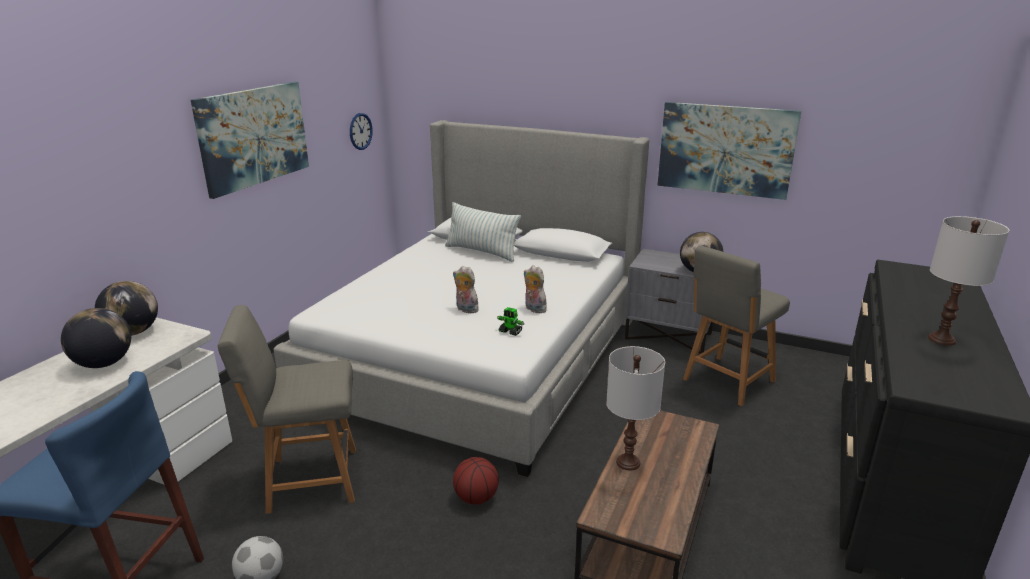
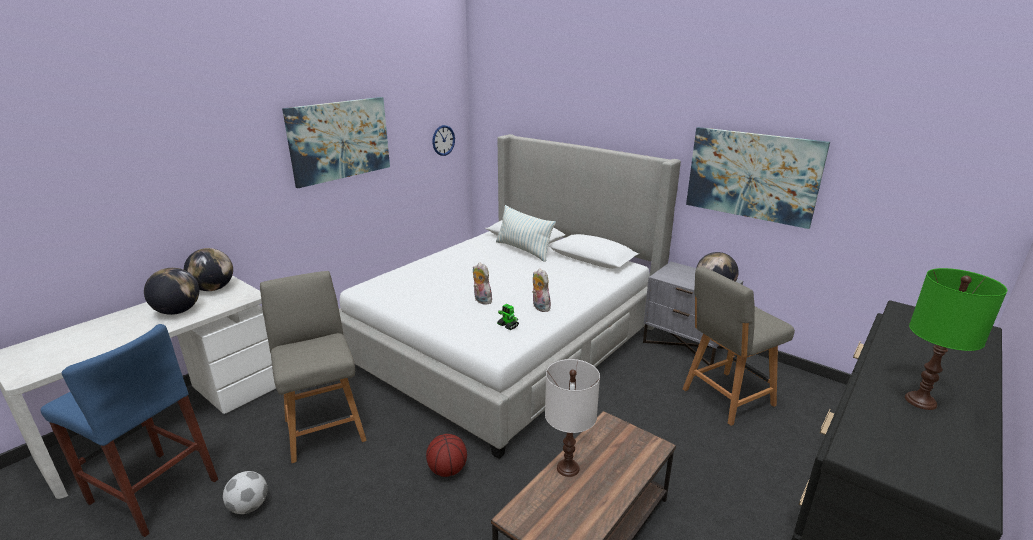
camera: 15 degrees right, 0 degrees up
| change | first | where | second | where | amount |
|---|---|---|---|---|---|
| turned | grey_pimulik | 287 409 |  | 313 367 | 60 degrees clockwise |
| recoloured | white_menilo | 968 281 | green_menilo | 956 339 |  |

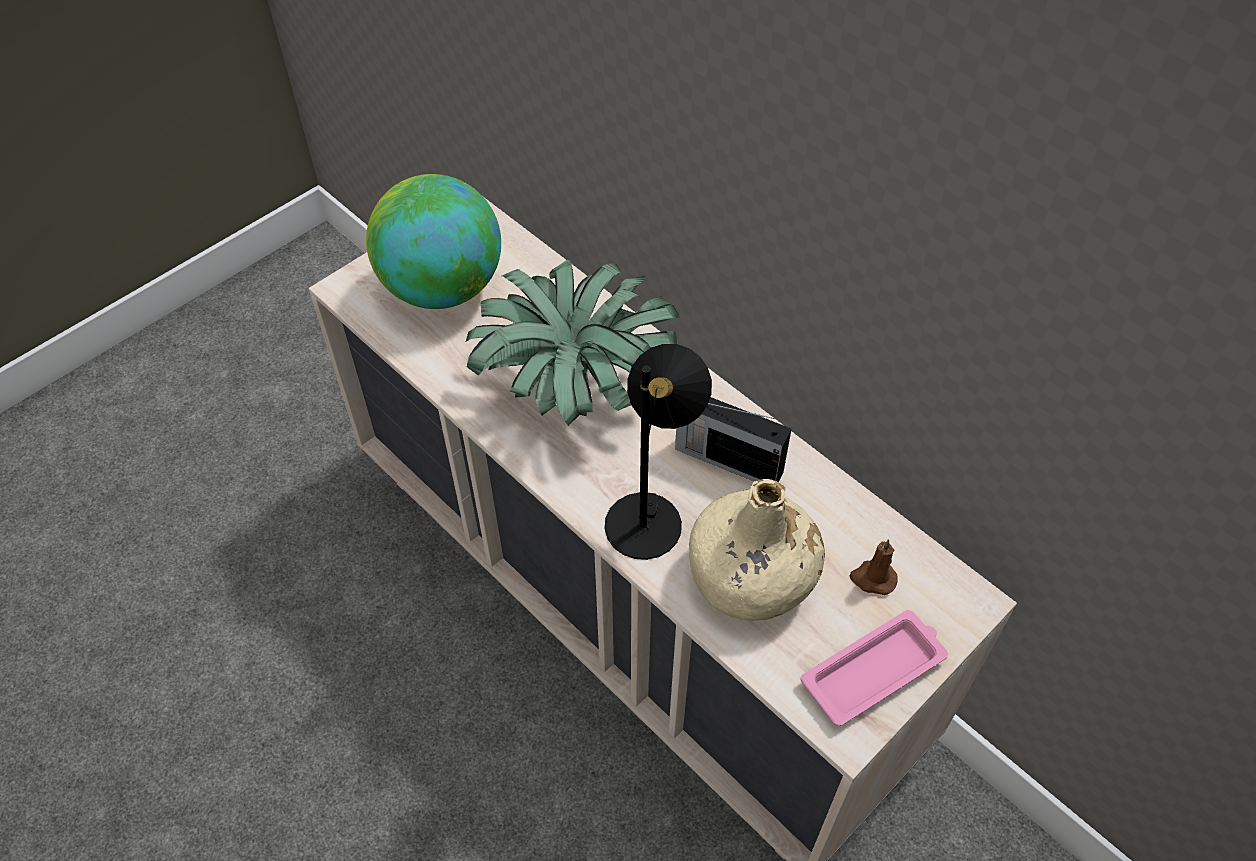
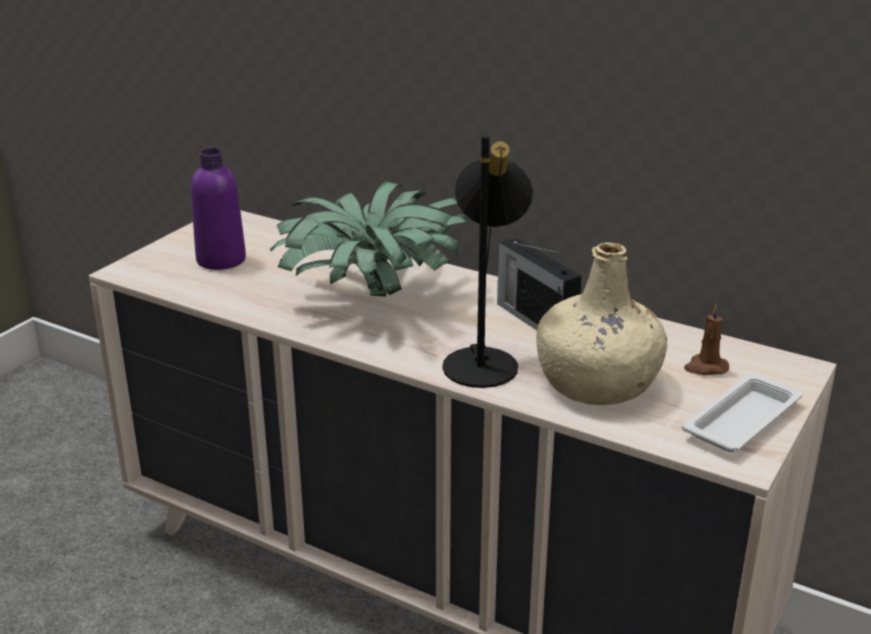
camera: 15 degrees left, 25 degrees down
| change | first | where | second | where | amount |
|---|---|---|---|---|---|
| replaced | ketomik | 433 241 | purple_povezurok | 218 209 |  |
| turned | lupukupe | 733 439 |  | 539 284 | 45 degrees clockwise |
| recoloured | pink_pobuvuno | 874 668 | white_pobuvuno | 742 412 |  |

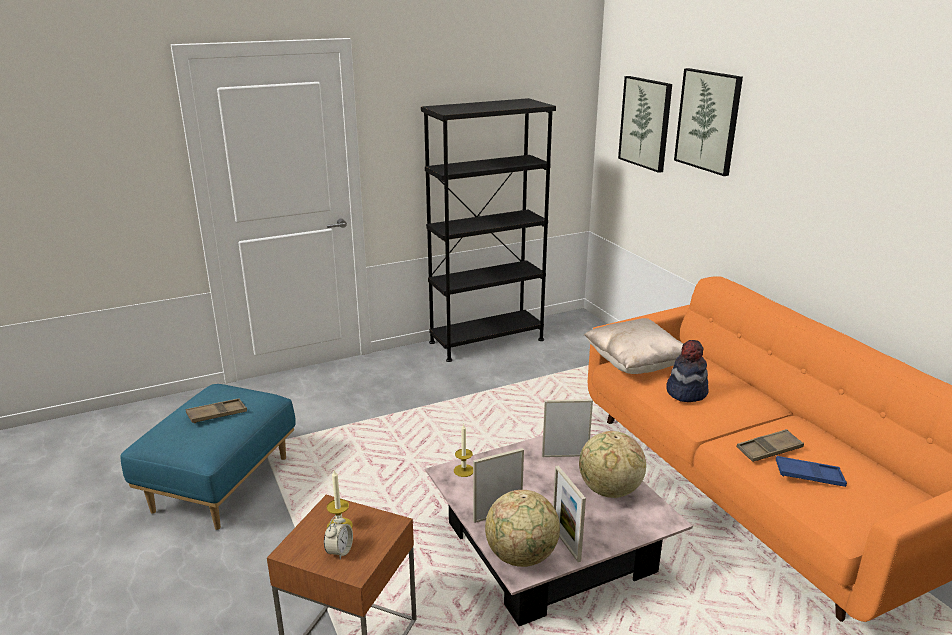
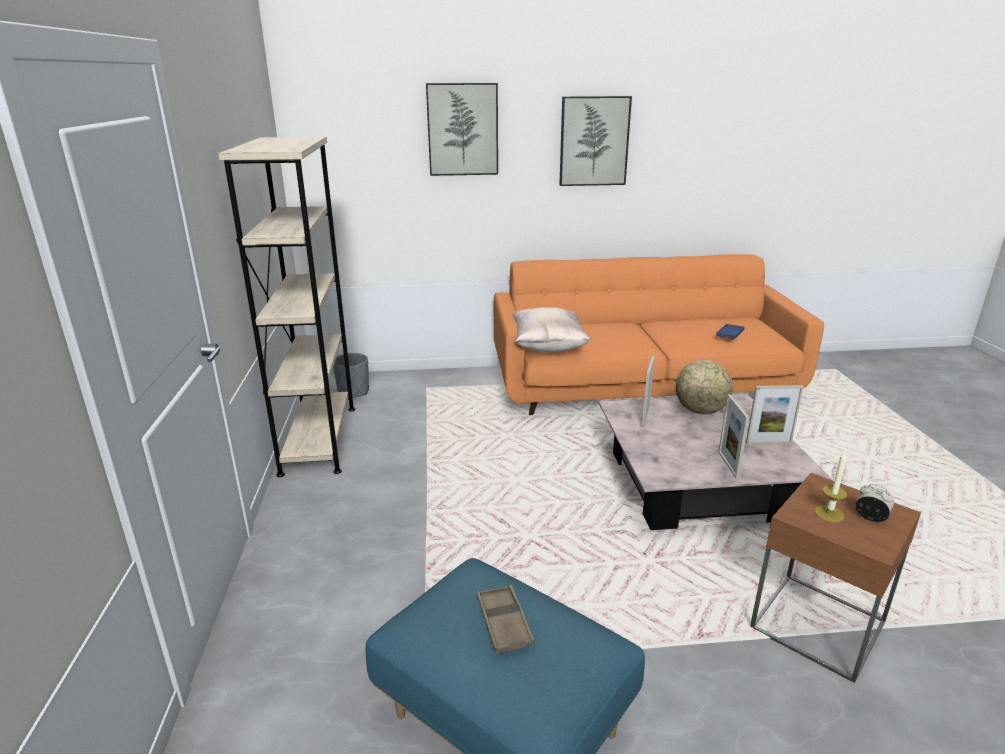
camera: 70 degrees left, 0 degrees up
| change | first | where | second | where | amount |
|---|---|---|---|---|---|
| recoloured | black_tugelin | 488 230 | beige_tugelin | 286 307 |  |
| removed | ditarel | 463 450 |  |  |  |
| removed | ketomik | 522 528 |  |  |  |
| moved | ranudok | 645 124 |  | 595 141 |  |
| removed | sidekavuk | 687 371 |  |  |  |
| removed | brown_pobuvuno | 770 445 |  |  |  |
| added |  |  | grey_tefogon | 351 375 |  |

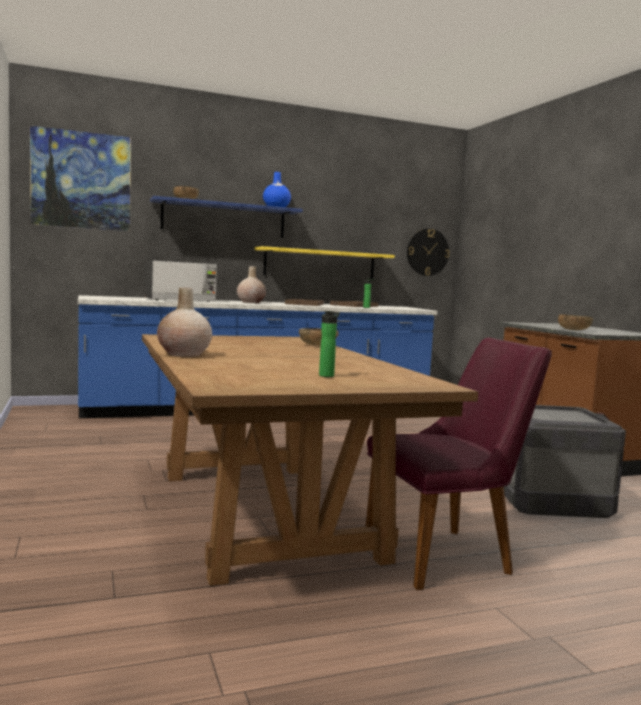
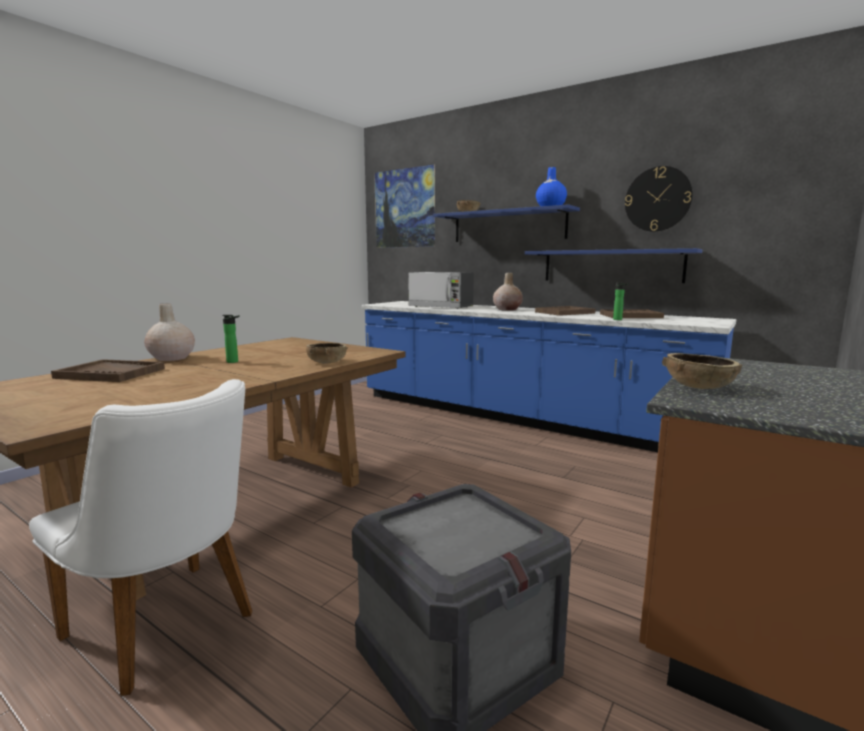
camera: 55 degrees right, 5 degrees up
| change | first | where | second | where | amount |
|---|---|---|---|---|---|
| recoloured | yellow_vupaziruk | 325 262 | blue_vupaziruk | 614 265 |  |
| moved | povezurok | 329 344 |  | 231 339 |  |
| recoloured | purple_pimulik | 459 464 | white_pimulik | 140 537 |  |
| moved | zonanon | 428 252 |  | 659 199 |  |
| added |  |  | brown_pobuvuno | 108 370 |  |

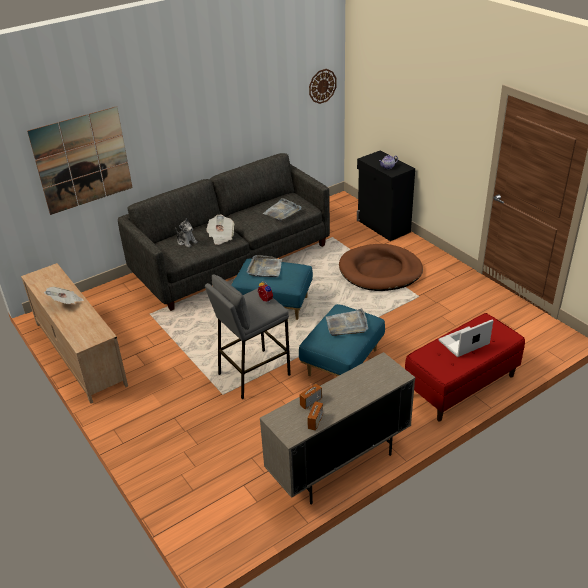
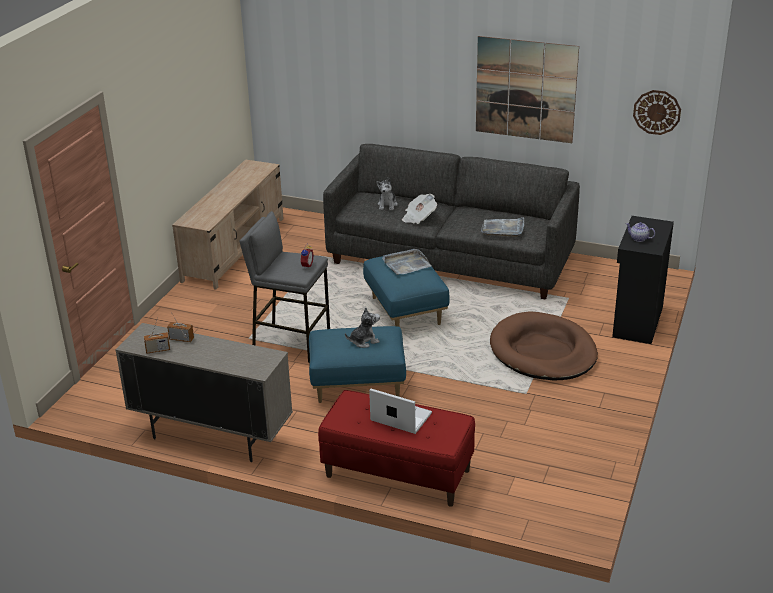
camera: 55 degrees right, 5 degrees down
| change | first | where | second | where | amount |
|---|---|---|---|---|---|
| moved | ranudok | 80 160 |  | 527 89 |  |
| removed | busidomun | 64 295 |  |  |  |
| replaced | grey_pobuvuno | 347 322 | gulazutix | 362 327 |  |

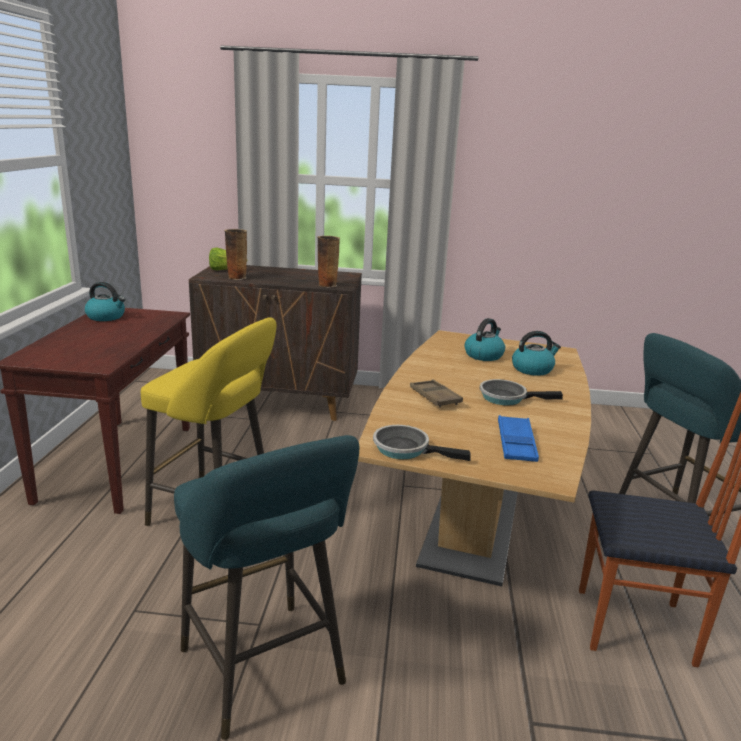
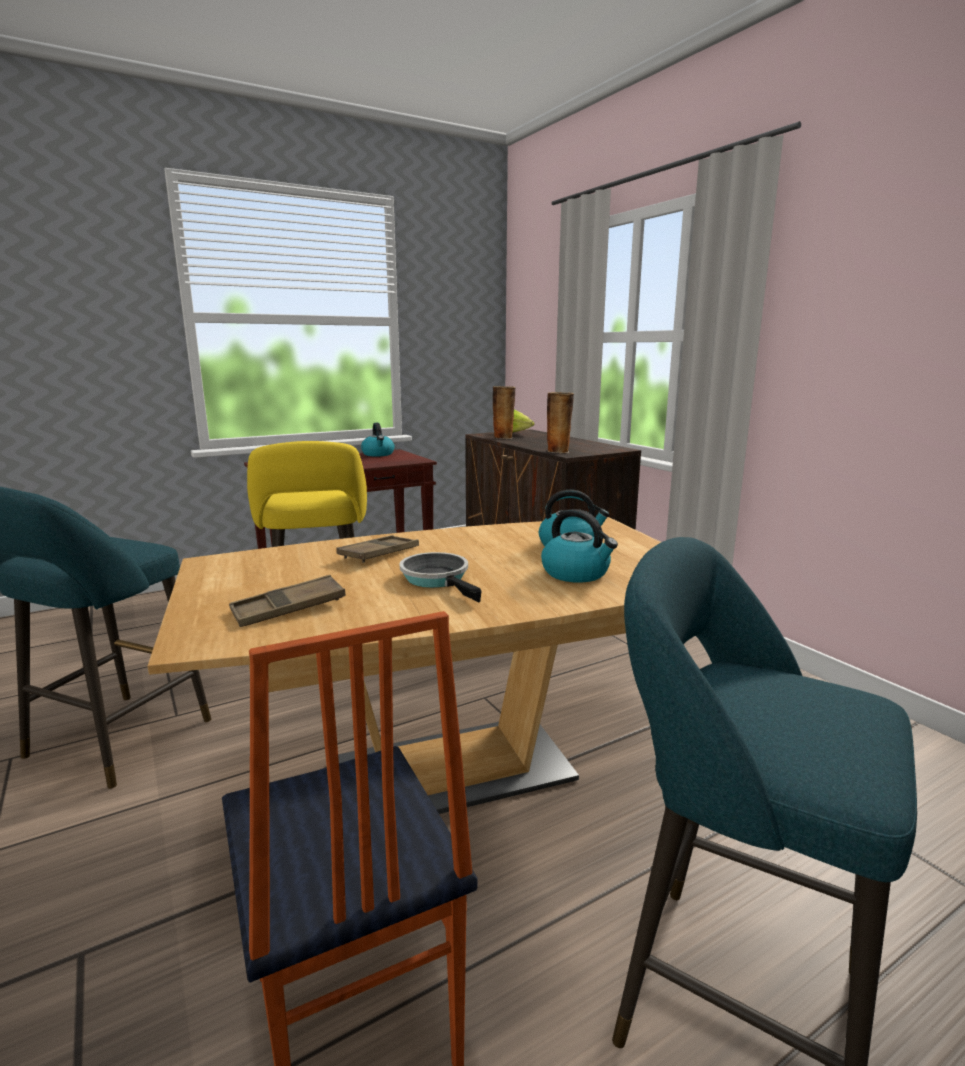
camera: 55 degrees right, 5 degrees down
| change | first | where | second | where | amount |
|---|---|---|---|---|---|
| removed | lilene | 422 443 |  |  |  |
| recoloured | blue_pobuvuno | 518 438 | brown_pobuvuno | 287 601 |  |

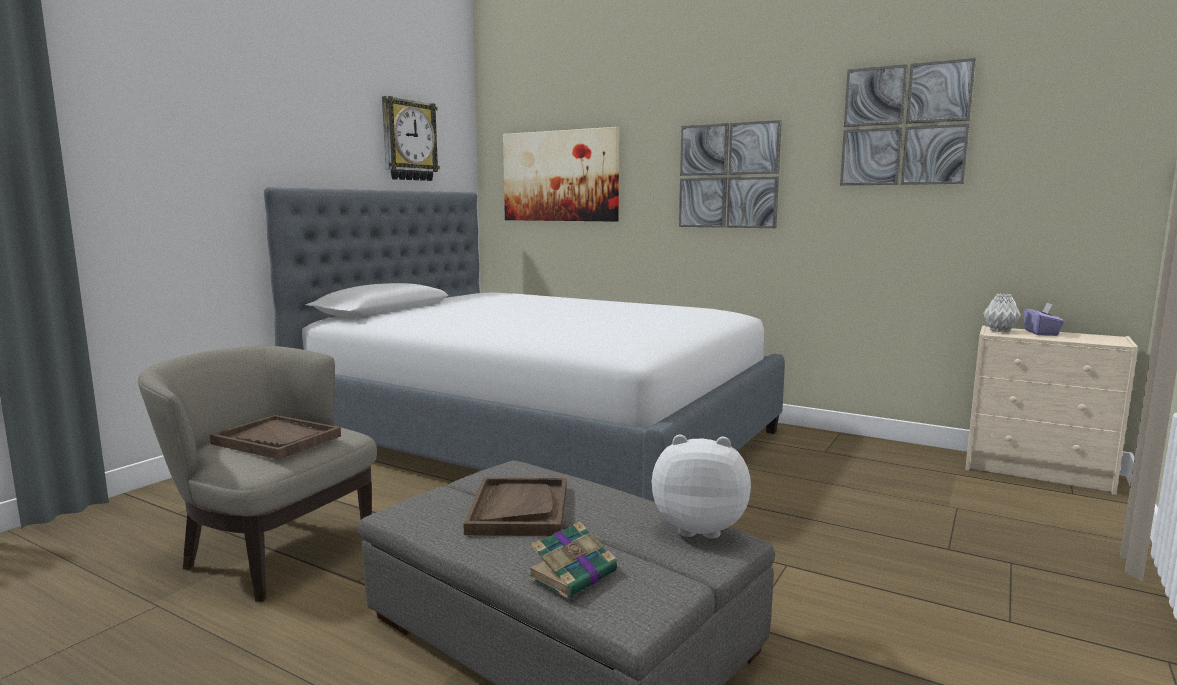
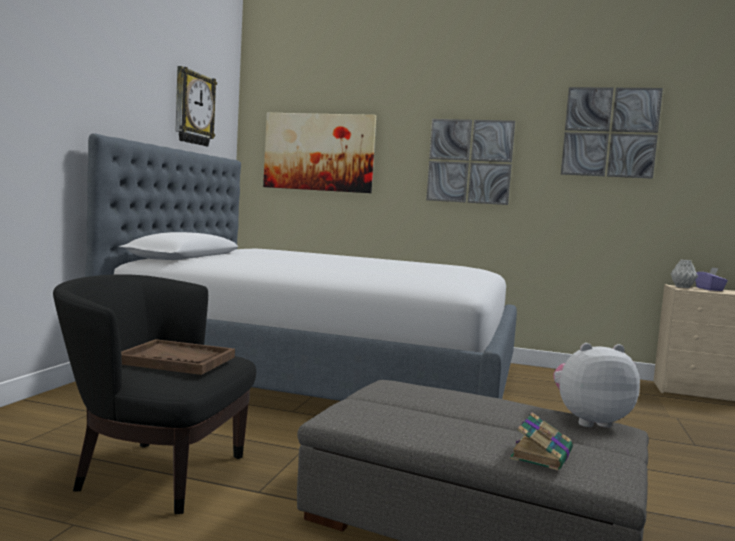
camera: 15 degrees left, 5 degrees down
| change | first | where | second | where | amount |
|---|---|---|---|---|---|
| recoloured | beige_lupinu | 257 474 | black_lupinu | 154 394 |  |
| removed | brown_pobuvuno | 515 506 |  |  |  |

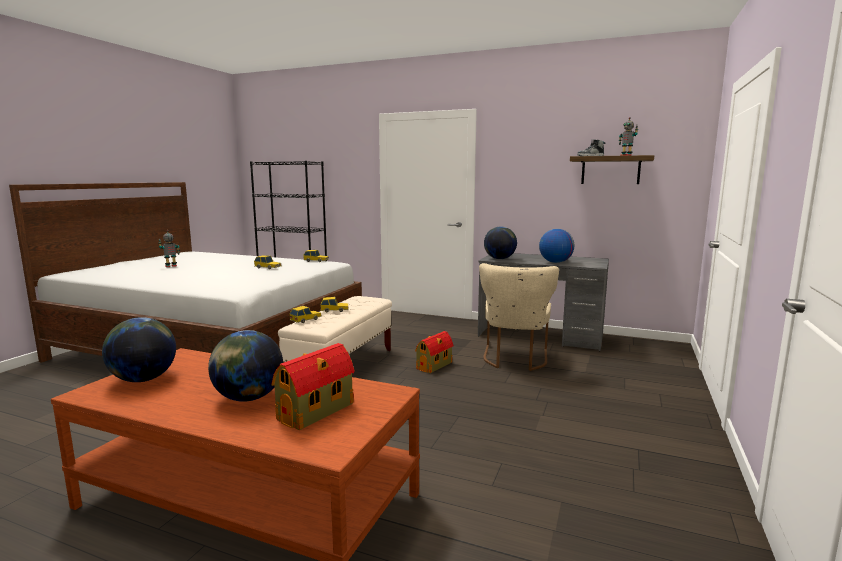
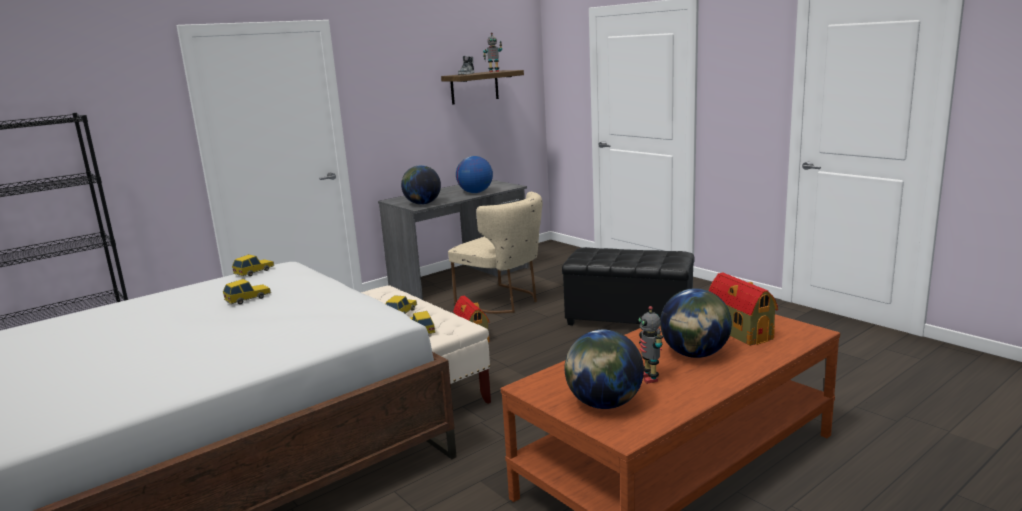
camera: 60 degrees left, 5 degrees up
| change | first | where | second | where | amount |
|---|---|---|---|---|---|
| moved | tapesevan | 169 248 |  | 651 345 |  |
| added |  |  | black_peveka | 628 286 |  |

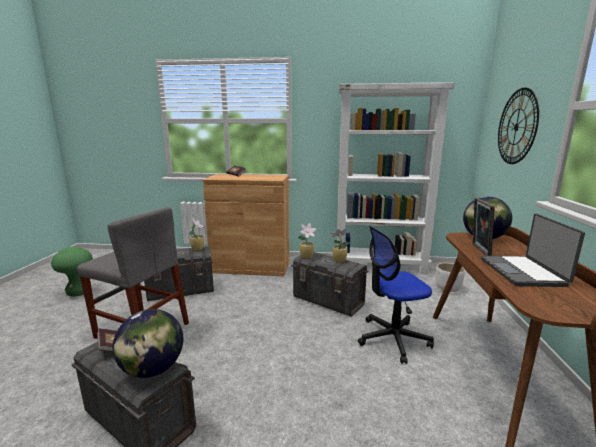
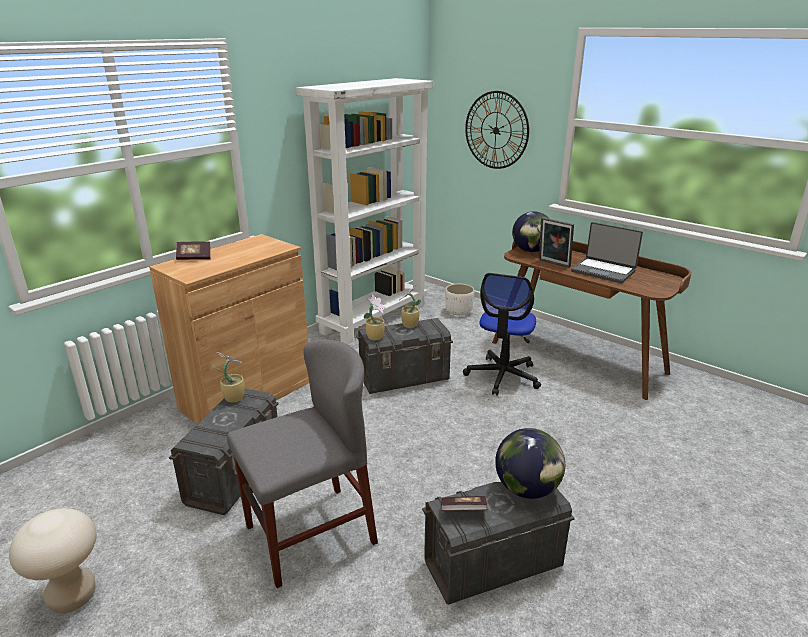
camera: 55 degrees left, 10 degrees up
| change | first | where | second | where | amount |
|---|---|---|---|---|---|
| recoloured | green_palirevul | 72 271 | beige_palirevul | 53 561 |  |

